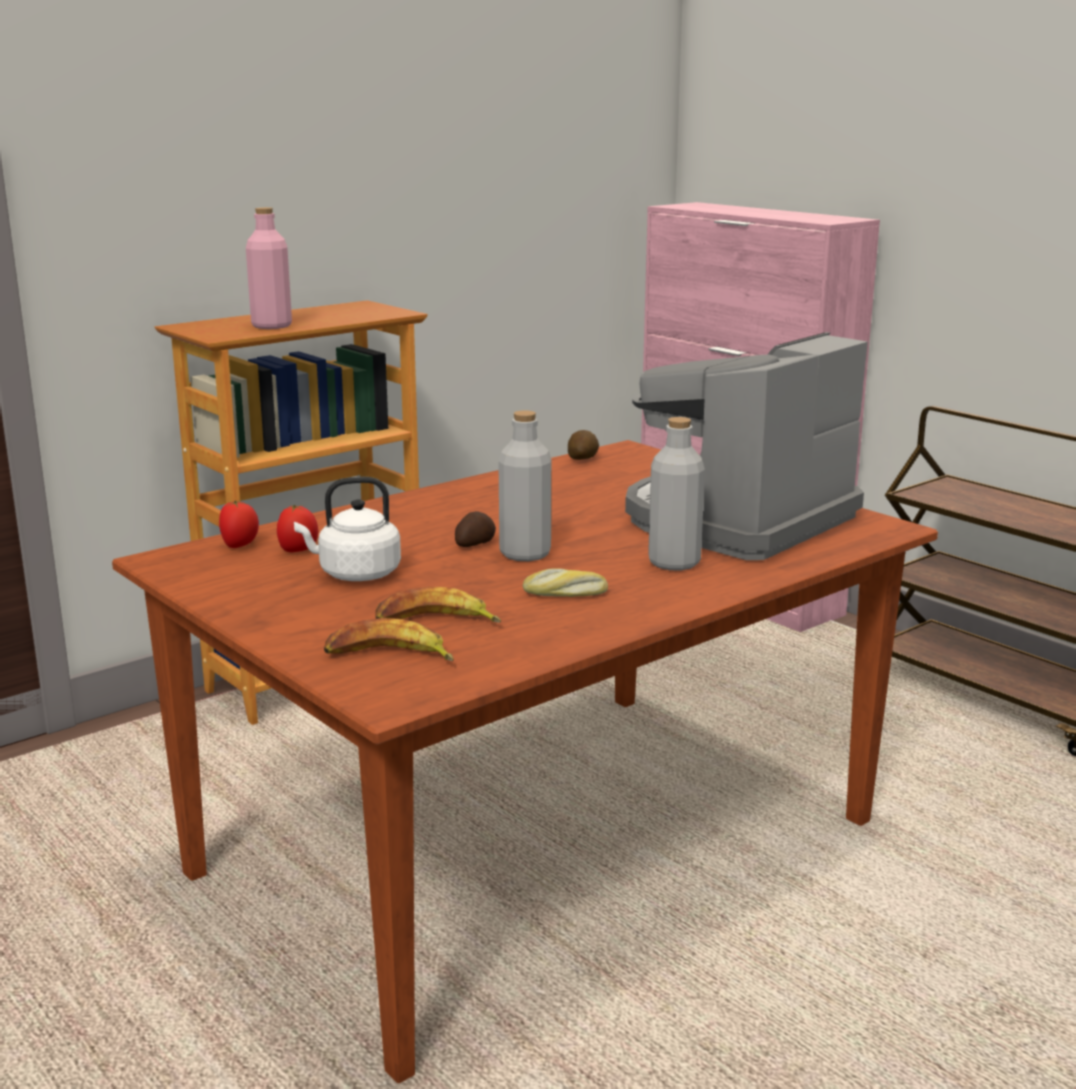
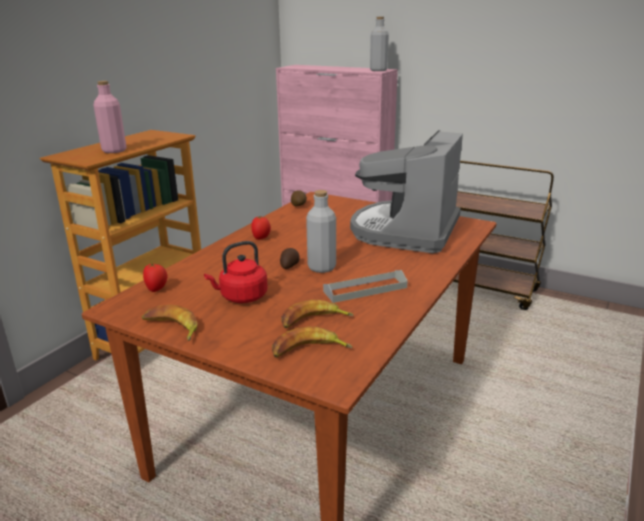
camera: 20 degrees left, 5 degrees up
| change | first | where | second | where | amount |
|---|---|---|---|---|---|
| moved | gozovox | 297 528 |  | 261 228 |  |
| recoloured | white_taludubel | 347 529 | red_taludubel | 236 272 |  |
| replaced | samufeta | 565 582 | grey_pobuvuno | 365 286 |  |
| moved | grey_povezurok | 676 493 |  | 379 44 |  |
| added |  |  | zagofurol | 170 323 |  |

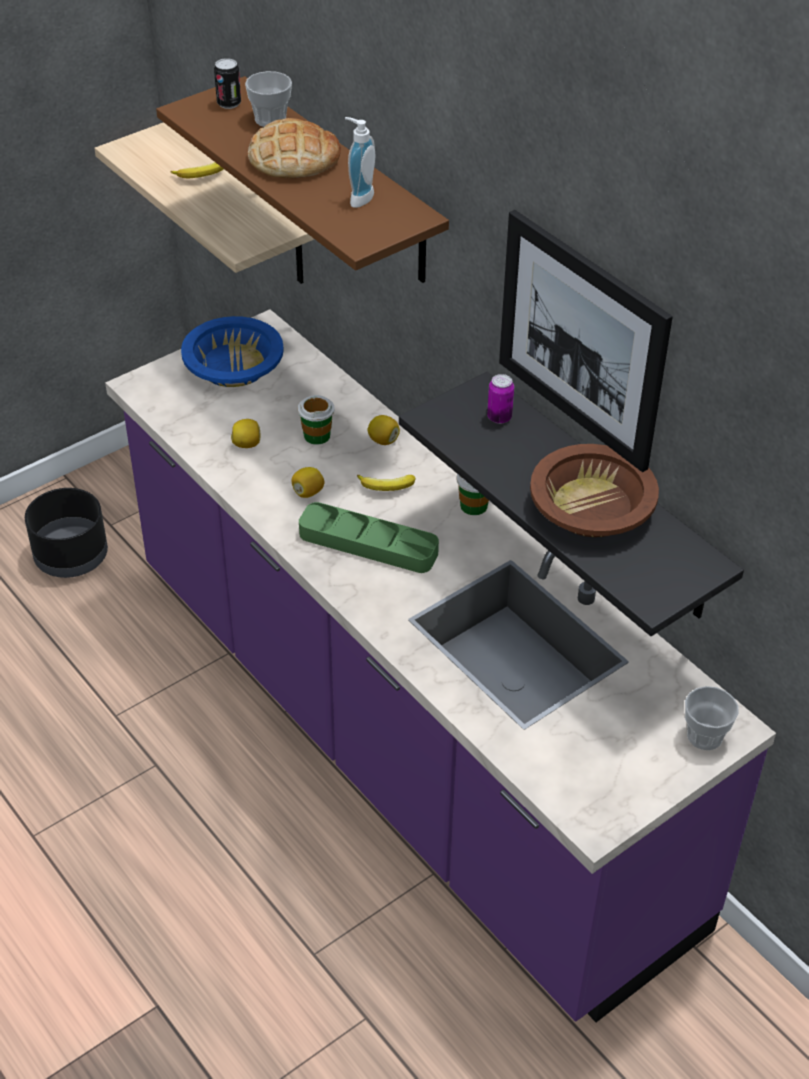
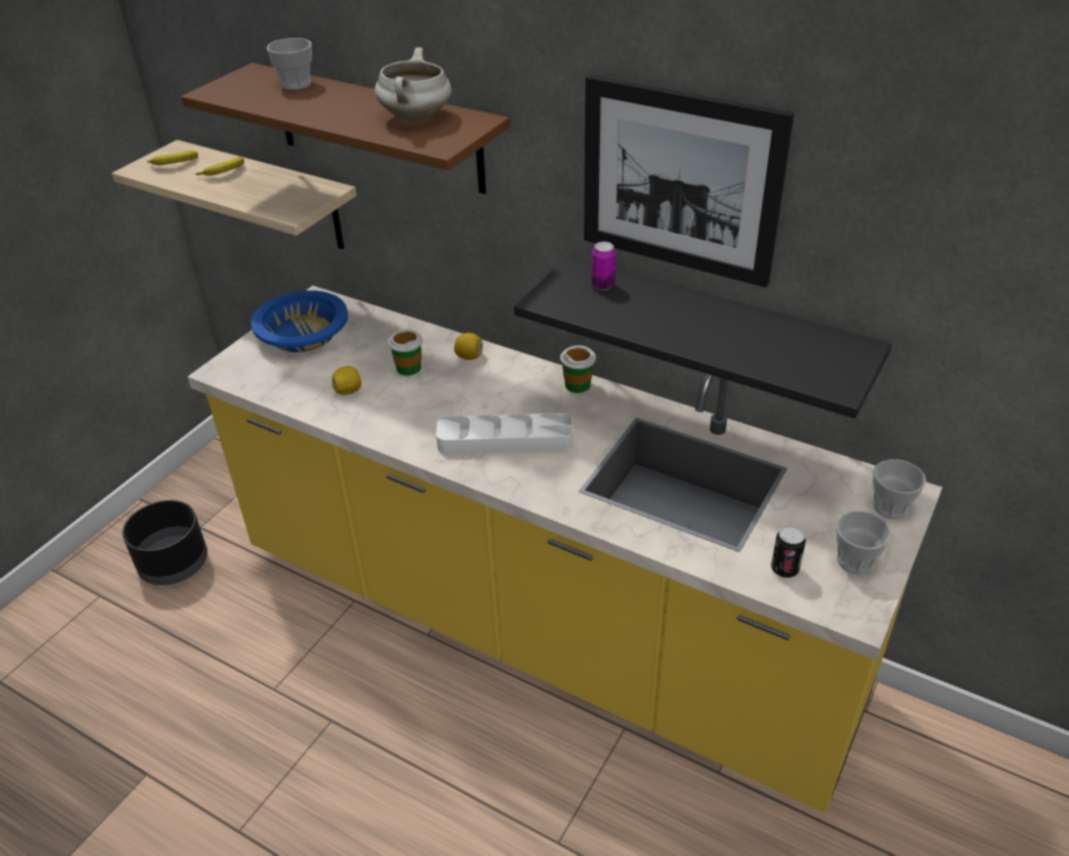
camera: 20 degrees left, 5 degrees down
| change | first | where | second | where | amount |
|---|---|---|---|---|---|
| recoloured | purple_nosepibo | 440 665 | yellow_nosepibo | 565 549 |  |
| moved | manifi | 227 83 |  | 788 551 |  |
| removed | samufeta | 294 148 |  |  |  |
| removed | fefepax | 307 482 |  |  |  |
| recoloured | green_pobuvuno | 369 537 | white_pobuvuno | 504 433 |  |
| replaced | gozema | 360 162 | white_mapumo | 413 84 |  |
| moved | zagofurol | 386 483 |  | 172 158 |  |
| removed | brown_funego | 594 490 |  |  |  |
| added |  |  | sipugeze | 863 543 |  |

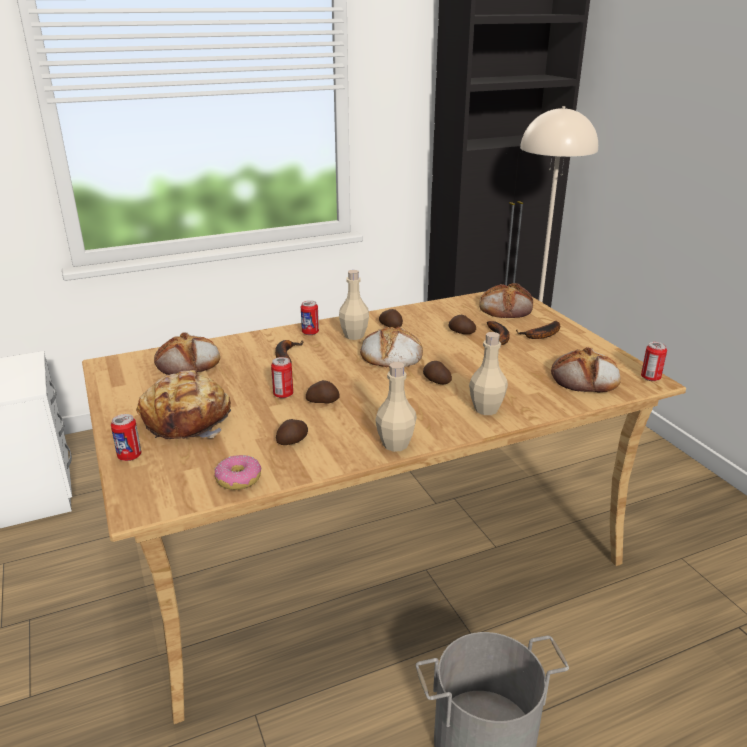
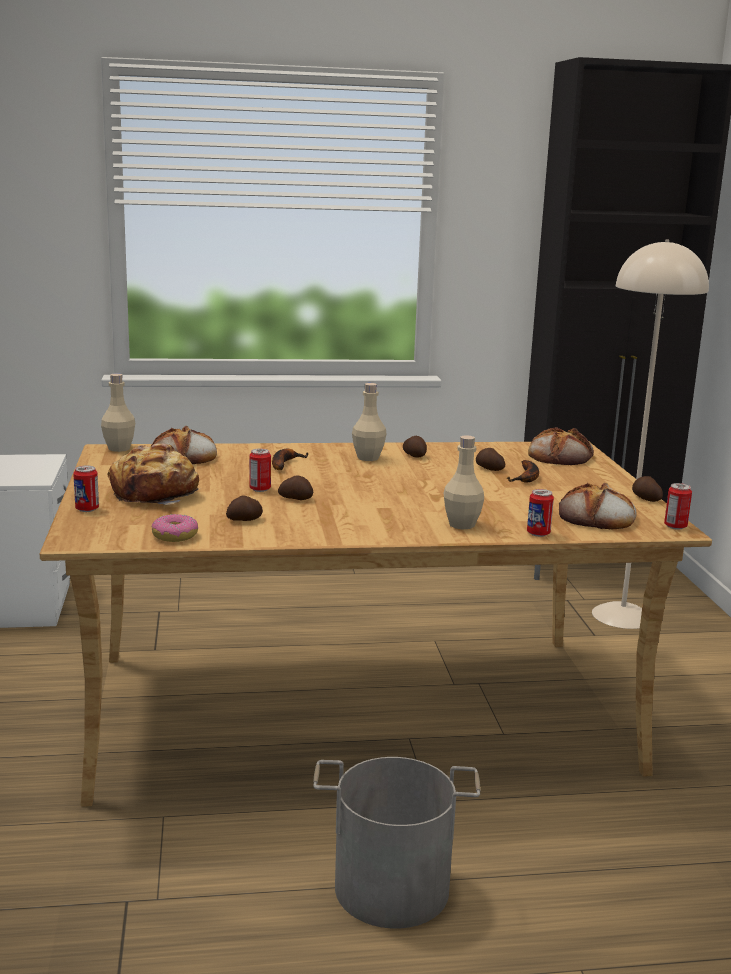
camera: 15 degrees right, 10 degrees down
| change | first | where | second | where | amount |
|---|---|---|---|---|---|
| moved | manifi | 310 317 |  | 540 513 |  |
| removed | samufeta | 391 347 |  |  |  |
| moved | beige_povezurok | 396 407 |  | 118 412 |  |
| moved | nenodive | 437 372 |  | 647 489 |  |
| removed | zagofurol | 538 330 |  |  |  |

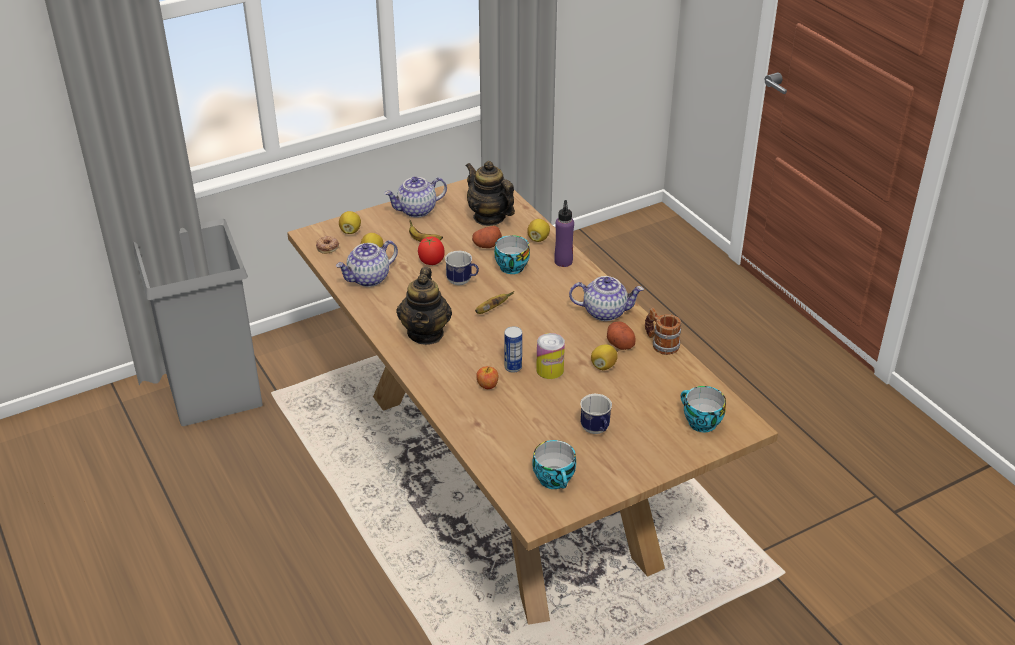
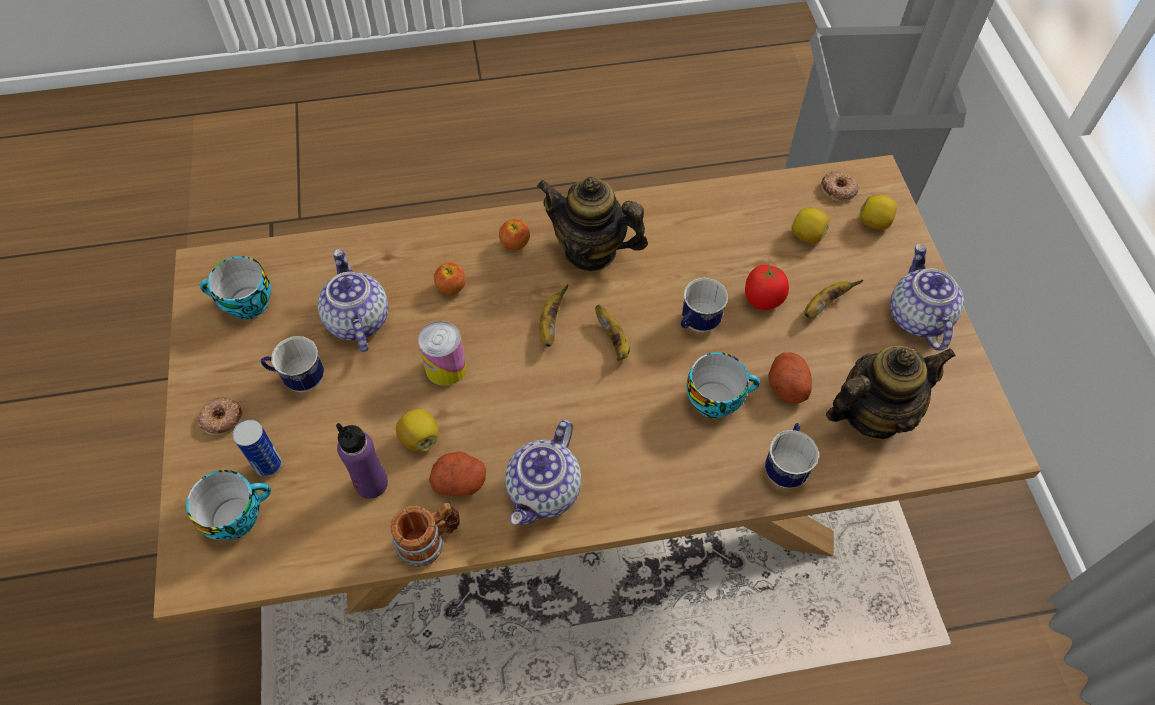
camera: 110 degrees right, 20 degrees up
| change | first | where | second | where | amount |
|---|---|---|---|---|---|
| moved | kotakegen | 367 263 |  | 353 300 |  |
| moved | manifi | 513 349 |  | 257 448 |  |
| replaced | fefepax | 538 230 | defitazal | 792 456 |  |
| moved | purple_povezurok | 564 233 |  | 362 461 |  |
| added |  |  | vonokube | 220 416 |  |
| added |  |  | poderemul | 514 235 |  |
| added |  |  | zagofurol | 554 315 |  |

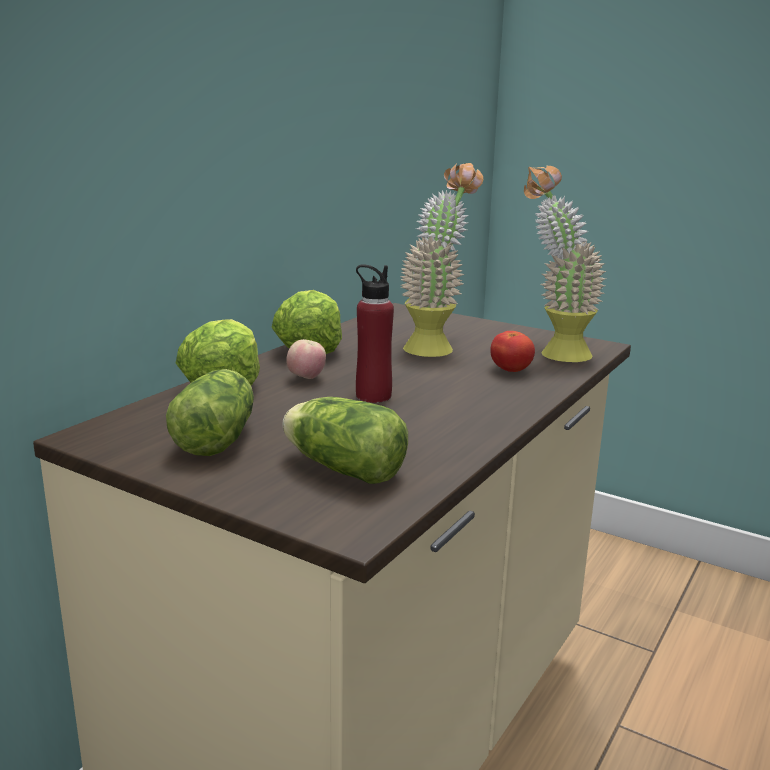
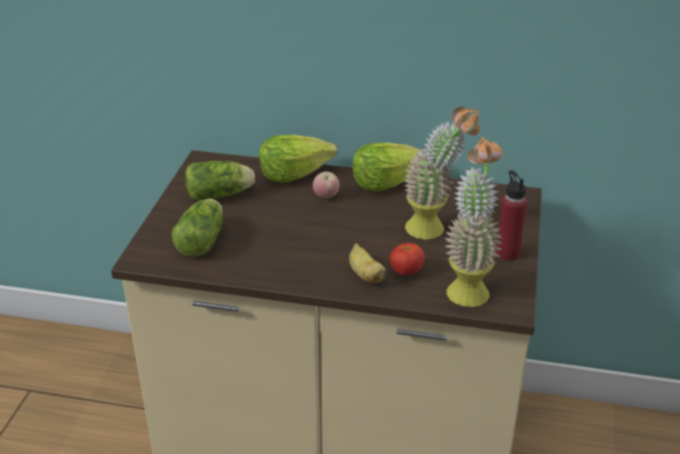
camera: 70 degrees right, 15 degrees up
| change | first | where | second | where | amount |
|---|---|---|---|---|---|
| moved | red_povezurok | 375 333 |  | 512 215 |  |
| added |  |  | zagofurol | 368 263 |  |

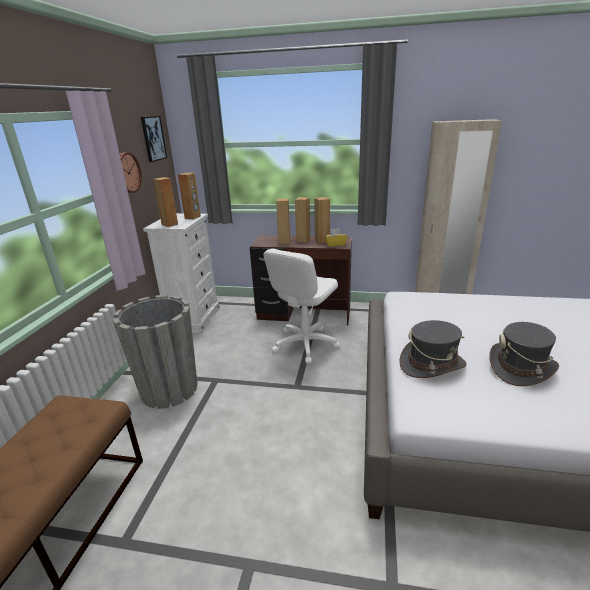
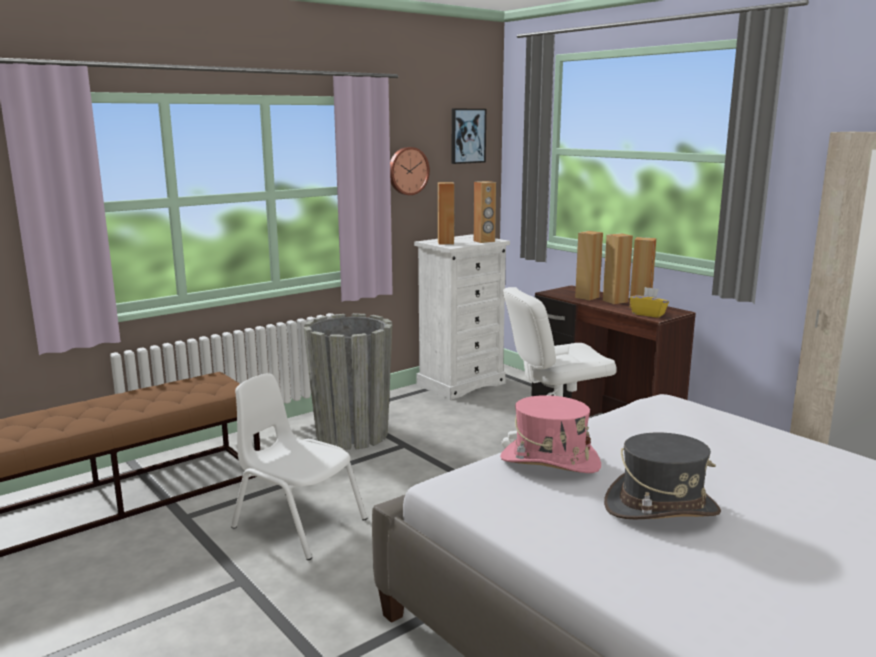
camera: 40 degrees right, 10 degrees down
| change | first | where | second | where | amount |
|---|---|---|---|---|---|
| recoloured | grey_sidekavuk | 433 349 | pink_sidekavuk | 550 434 |  |
| added |  |  | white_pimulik | 299 467 |  |

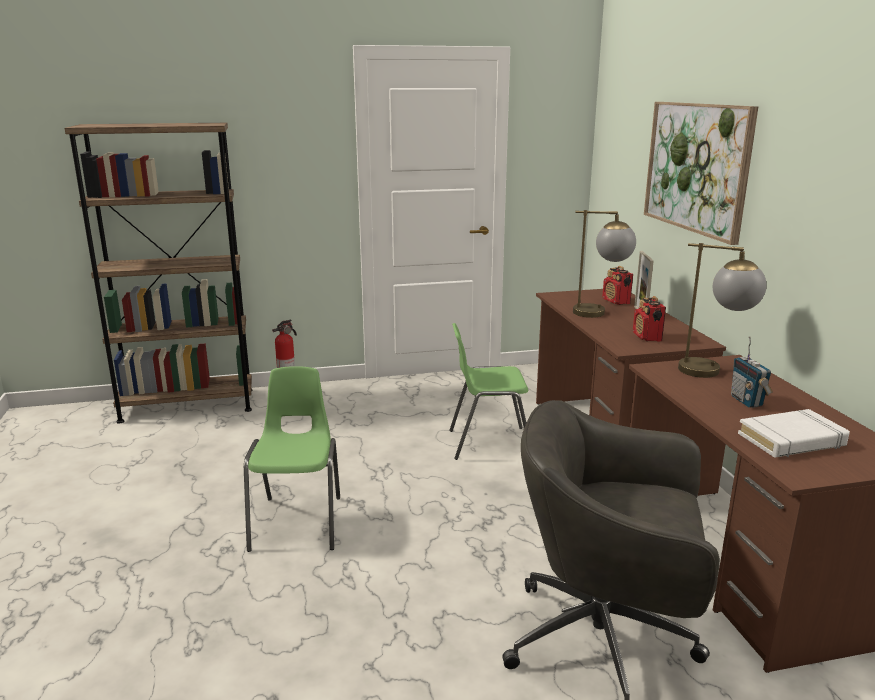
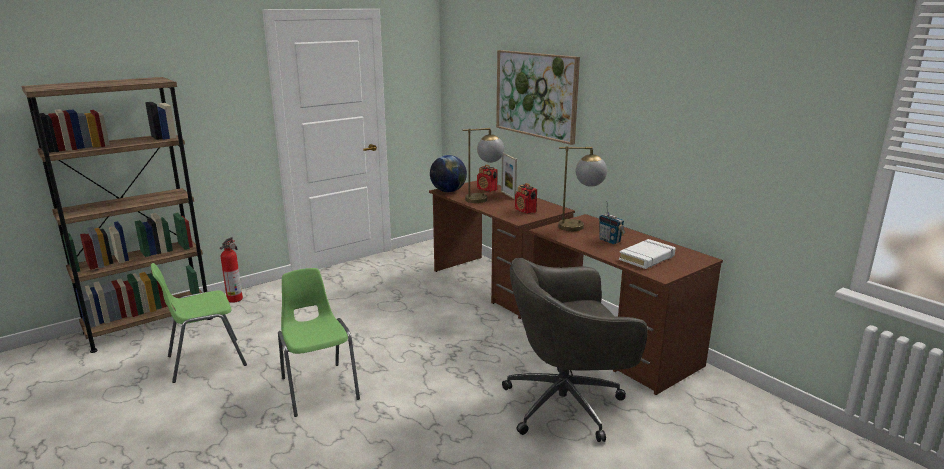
camera: 25 degrees left, 0 degrees up
| change | first | where | second | where | amount |
|---|---|---|---|---|---|
| moved | green_pimulik | 488 391 |  | 199 323 |  |
| added |  |  | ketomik | 448 173 |  |

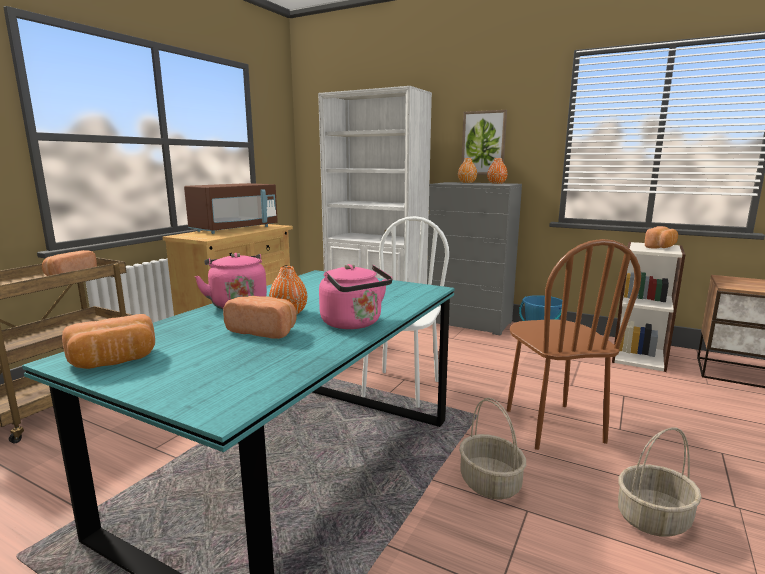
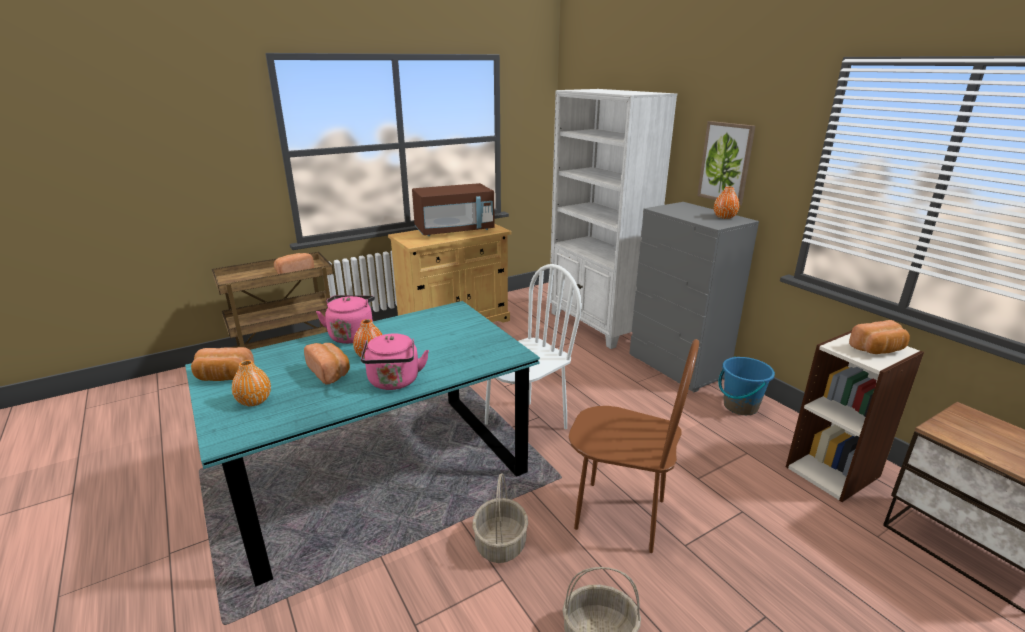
camera: 30 degrees right, 10 degrees up
| change | first | where | second | where | amount |
|---|---|---|---|---|---|
| moved | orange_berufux | 467 170 |  | 251 383 |  |
| turned | brown_pimulik | 574 344 |  | 634 446 | 90 degrees counterclockwise |

